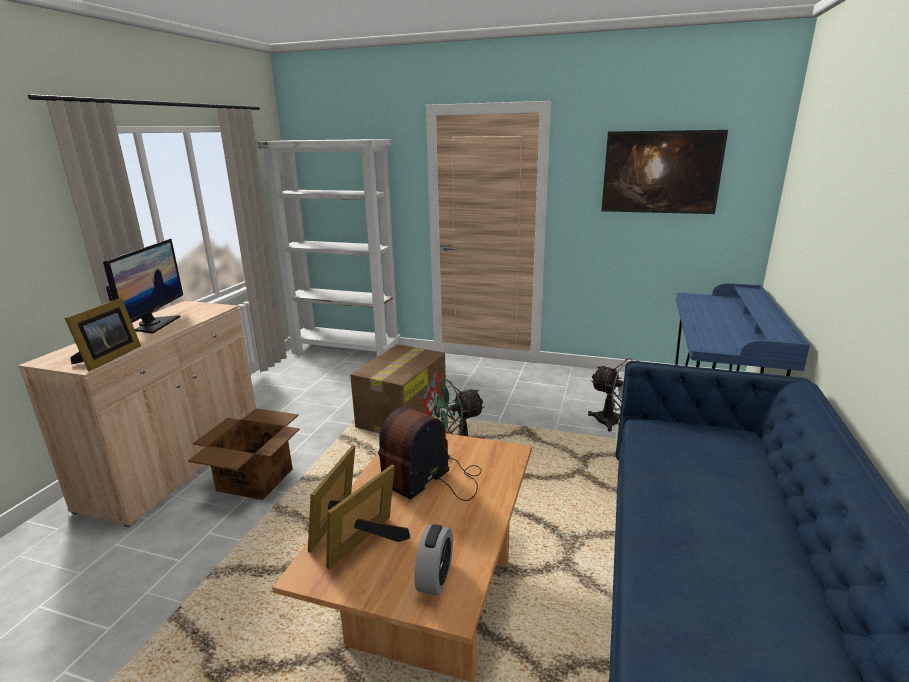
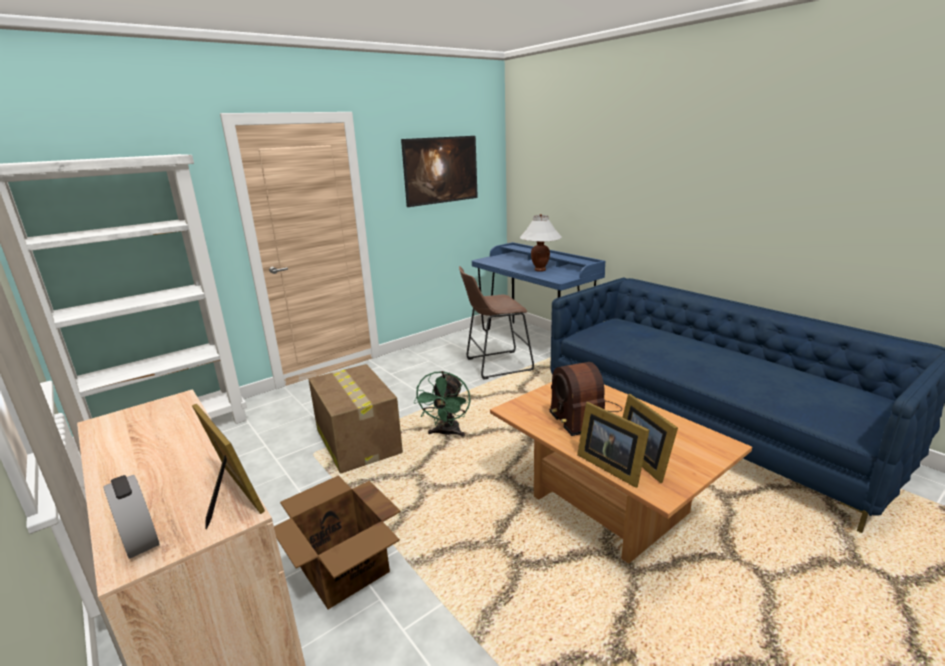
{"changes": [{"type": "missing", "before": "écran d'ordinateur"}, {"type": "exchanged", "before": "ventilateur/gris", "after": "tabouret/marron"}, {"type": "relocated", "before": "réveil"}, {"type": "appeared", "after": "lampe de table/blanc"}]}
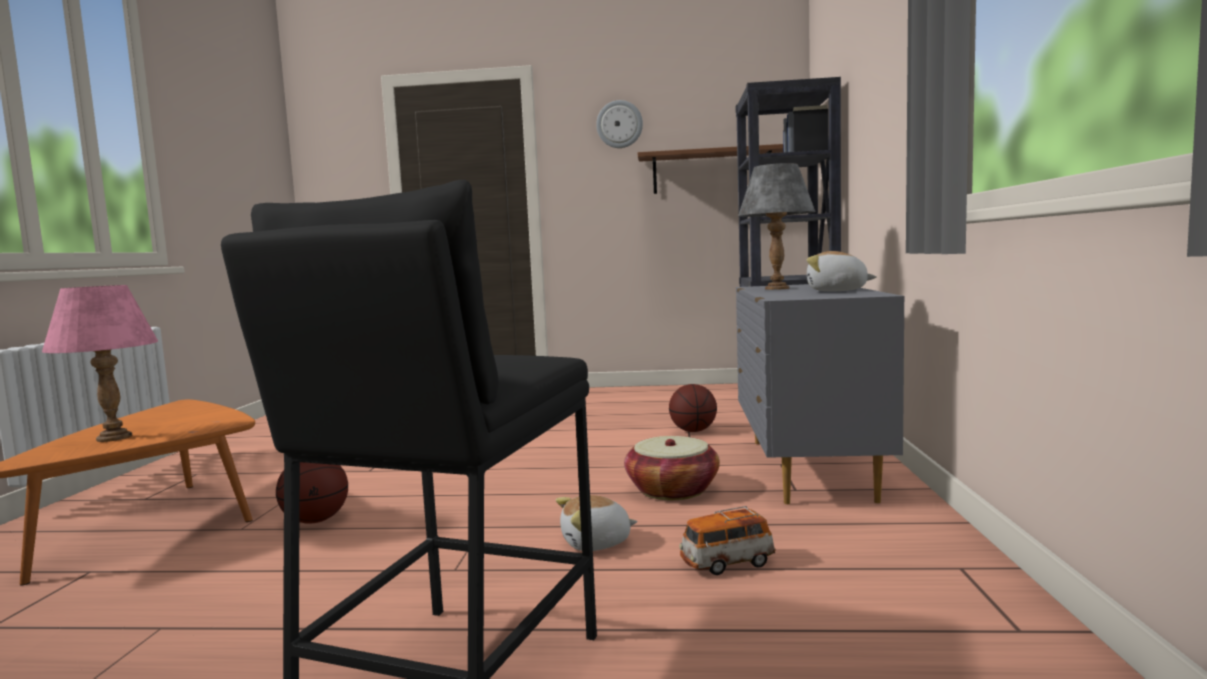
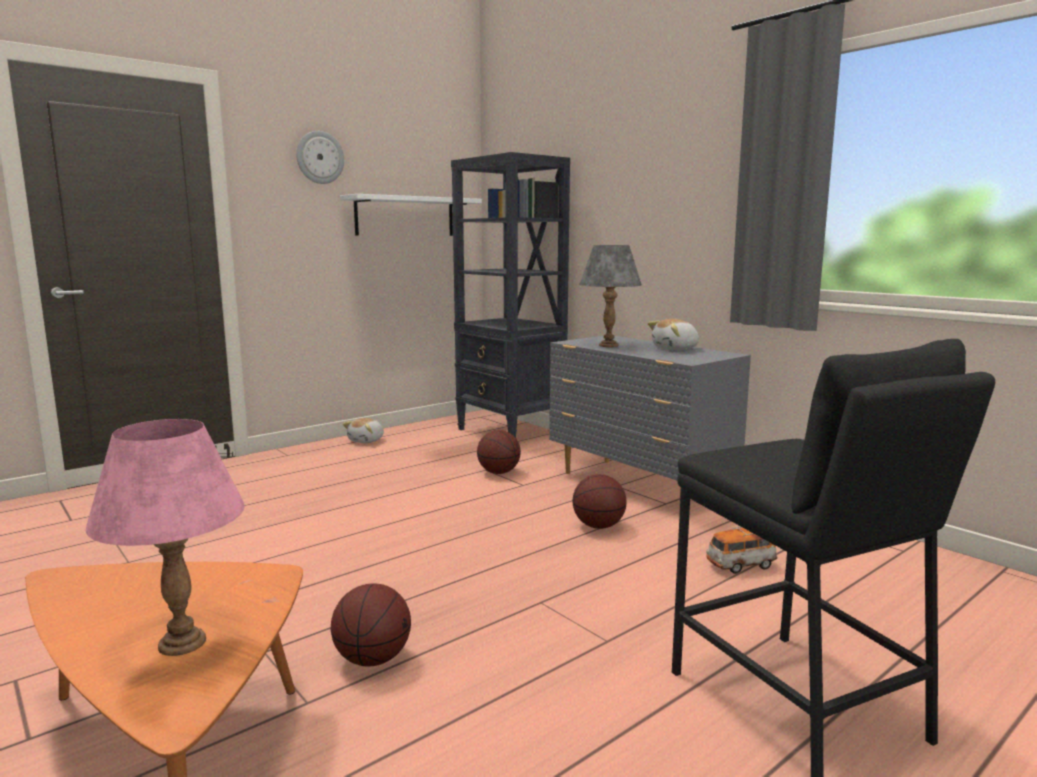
{"changes": [{"type": "colour", "before": "étagère/marron", "after": "étagère/blanc"}, {"type": "exchanged", "before": "panier", "after": "ballon de basket (no. 3 from left)"}, {"type": "relocated", "before": "peluche (no. 1 from left)"}, {"type": "spun", "before": "petite voiture", "turn": 45}]}
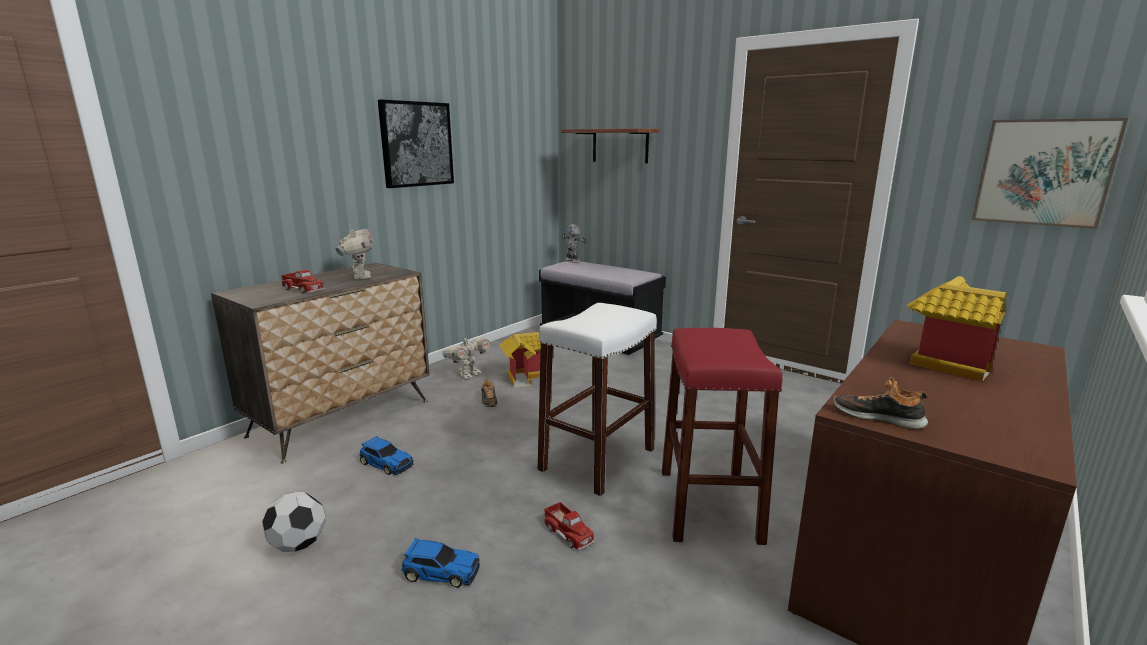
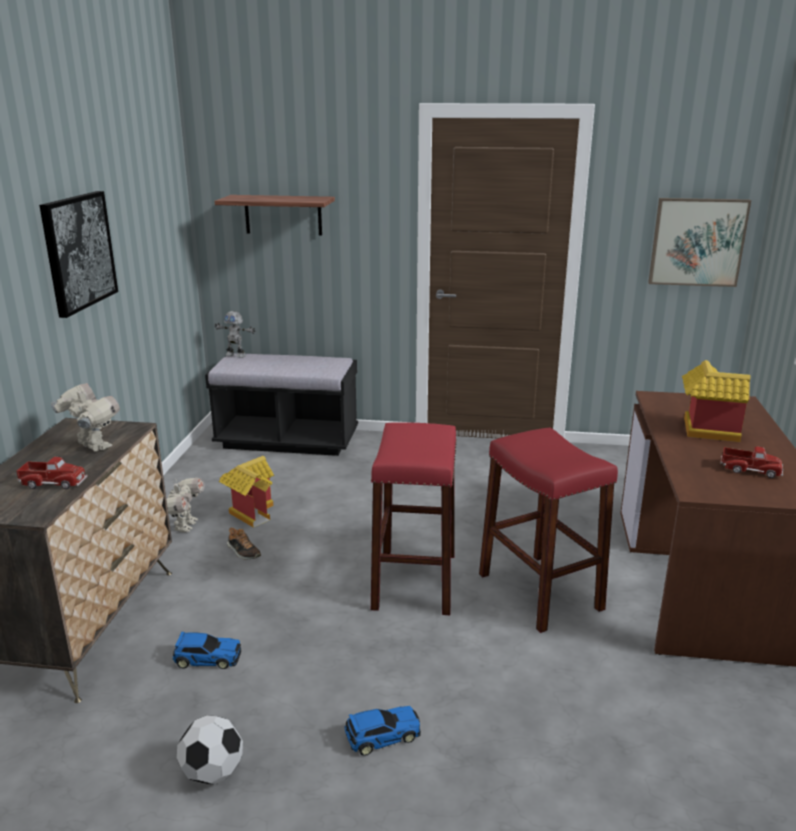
{"changes": [{"type": "colour", "before": "tabouret/blanc", "after": "tabouret/rouge (no. 1 from left)"}, {"type": "missing", "before": "chaussure (no. 2 from left)"}, {"type": "relocated", "before": "camion jouet (no. 2 from left)"}]}
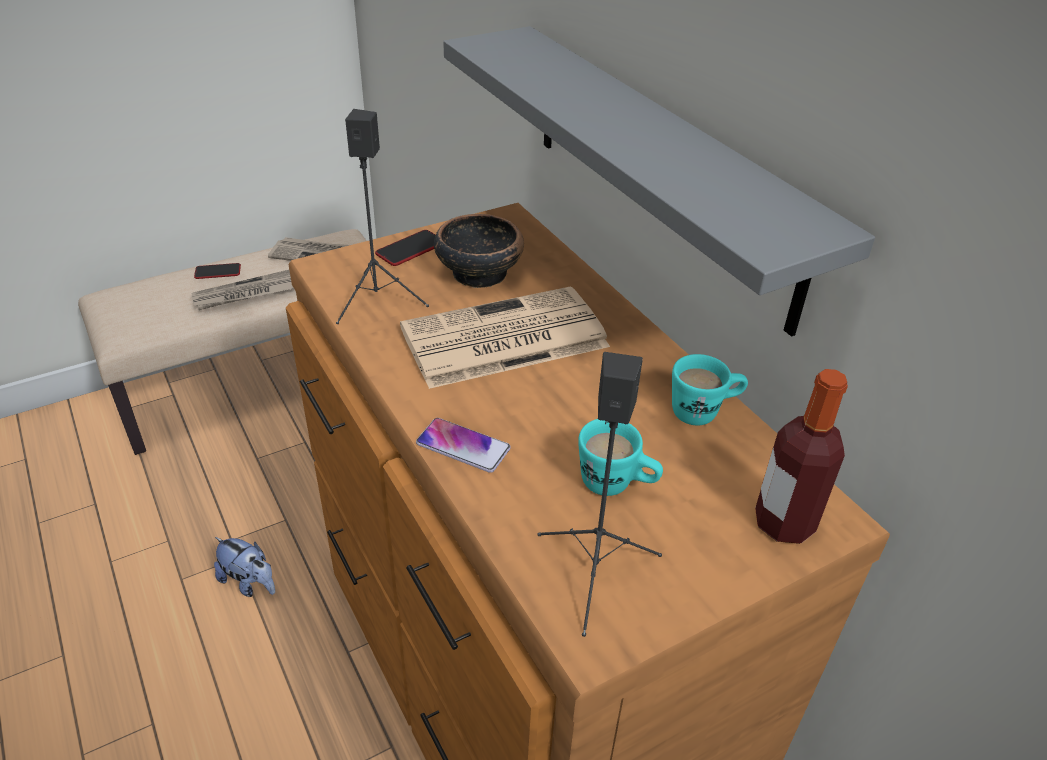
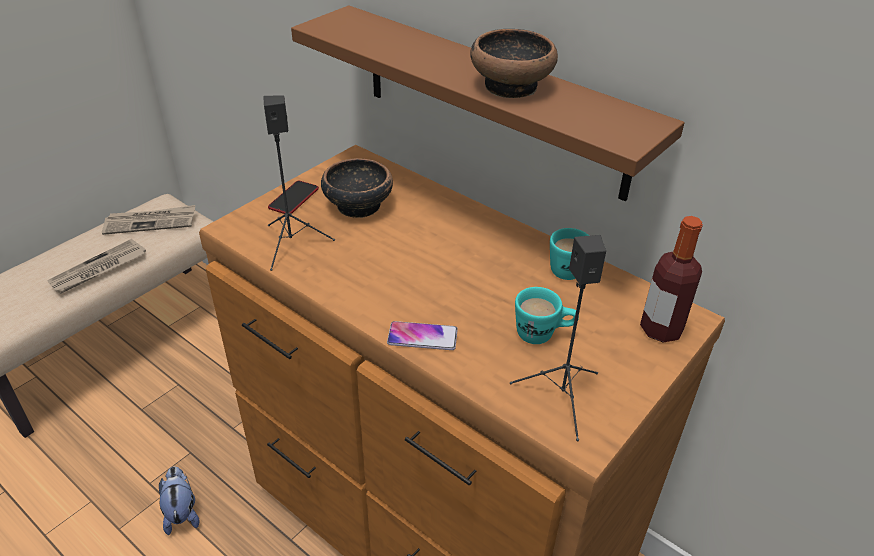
{"changes": [{"type": "colour", "before": "étagère/gris", "after": "étagère/marron"}, {"type": "missing", "before": "téléphone (no. 1 from left)"}, {"type": "missing", "before": "journal (no. 3 from left)"}, {"type": "spun", "before": "peluche", "turn": -120}, {"type": "appeared", "after": "bol (no. 2 from left)"}]}
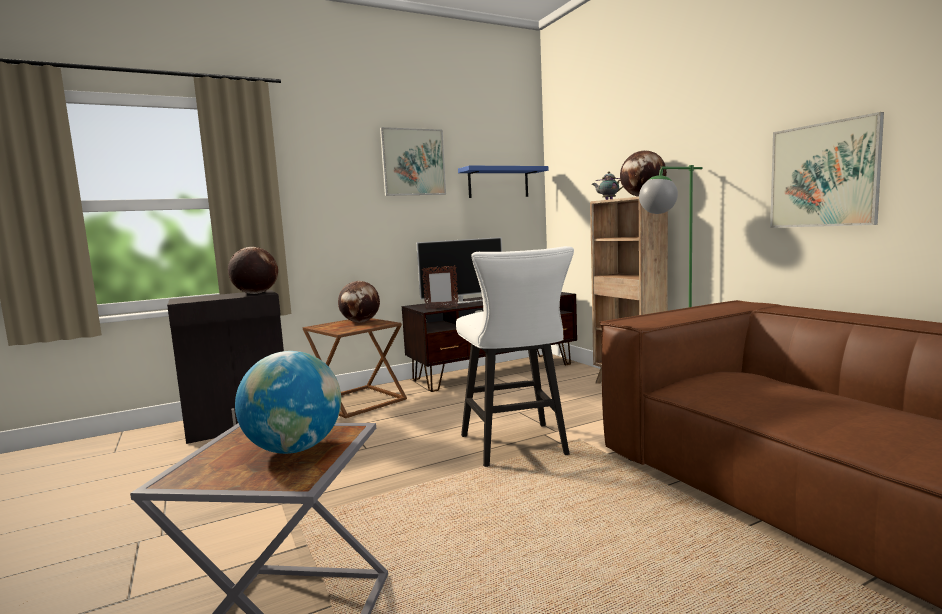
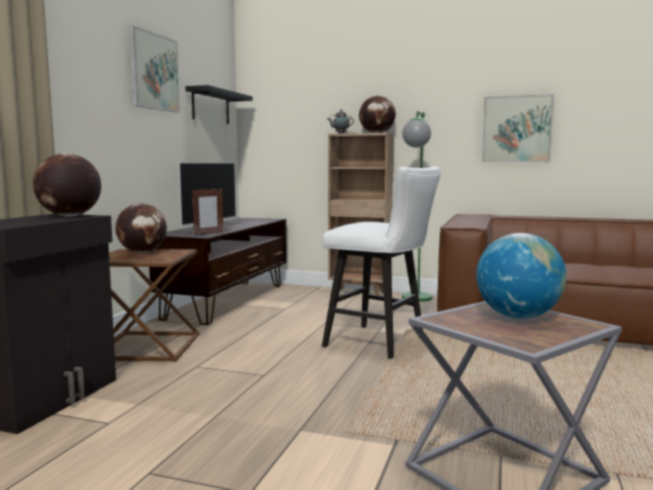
{"changes": [{"type": "colour", "before": "étagère/bleu", "after": "étagère/noir"}]}
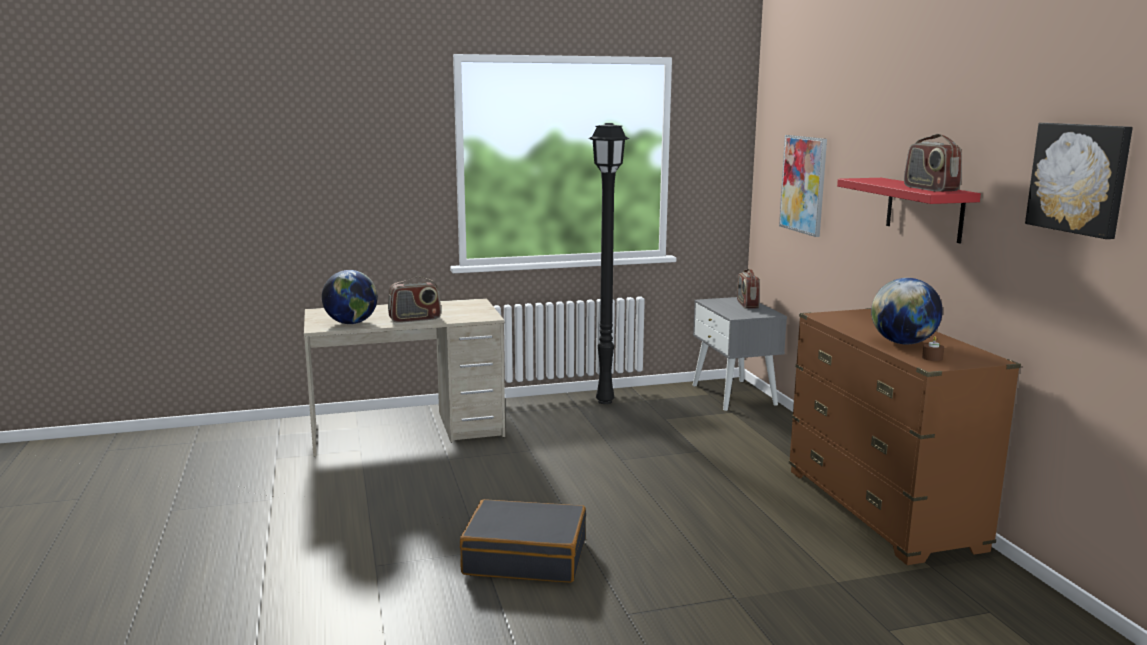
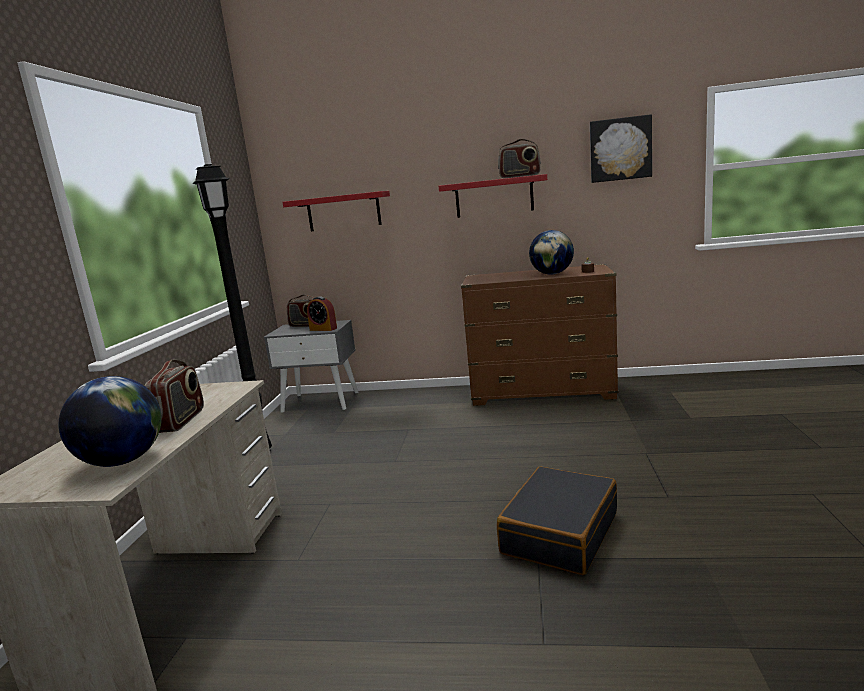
{"changes": [{"type": "exchanged", "before": "tableau (no. 1 from left)", "after": "étagère/rouge (no. 1 from left)"}, {"type": "appeared", "after": "réveil"}]}
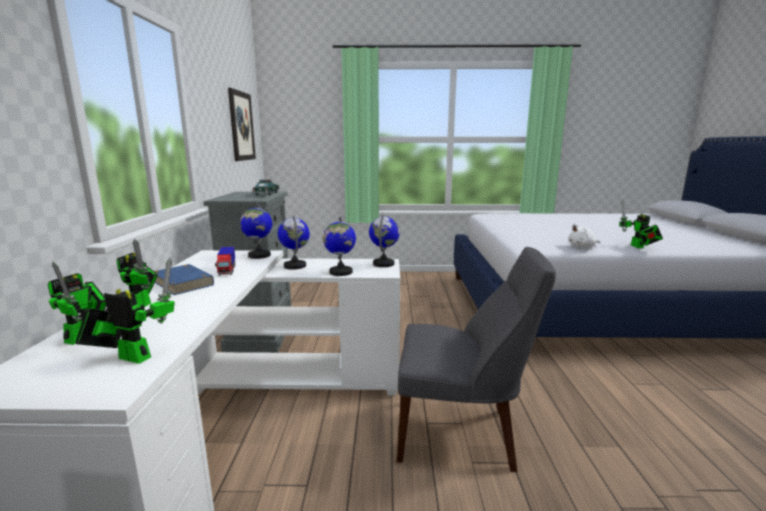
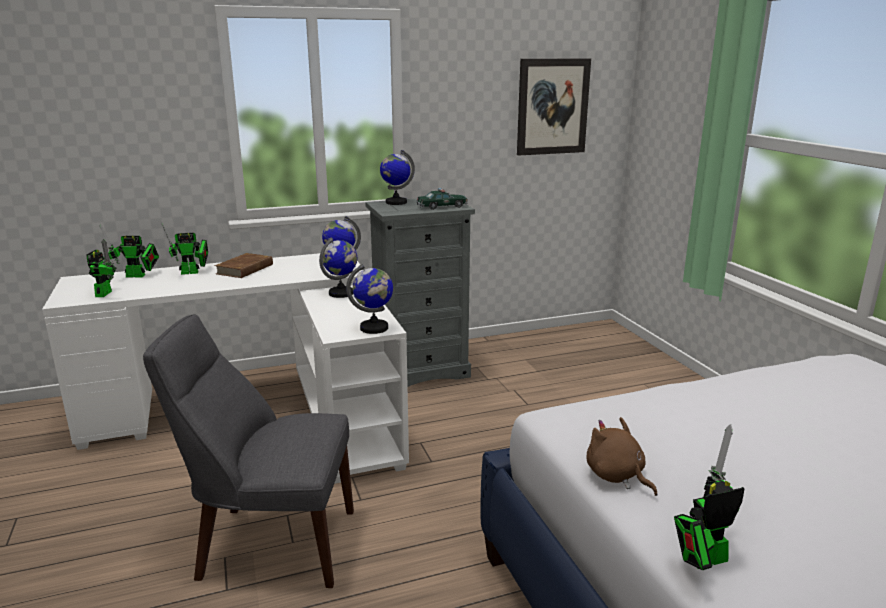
{"changes": [{"type": "relocated", "before": "globe (no. 3 from left in the first image)", "after": "globe (no. 4 from left)"}, {"type": "colour", "before": "peluche/blanc", "after": "peluche/marron"}, {"type": "missing", "before": "camion jouet"}, {"type": "spun", "before": "chaise/gris", "turn": 105}, {"type": "colour", "before": "livre/bleu", "after": "livre/marron"}]}
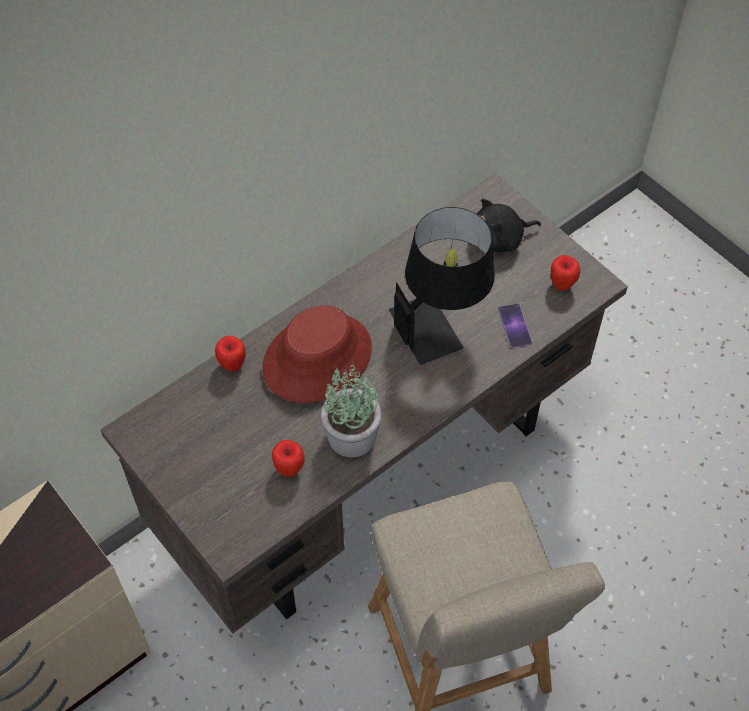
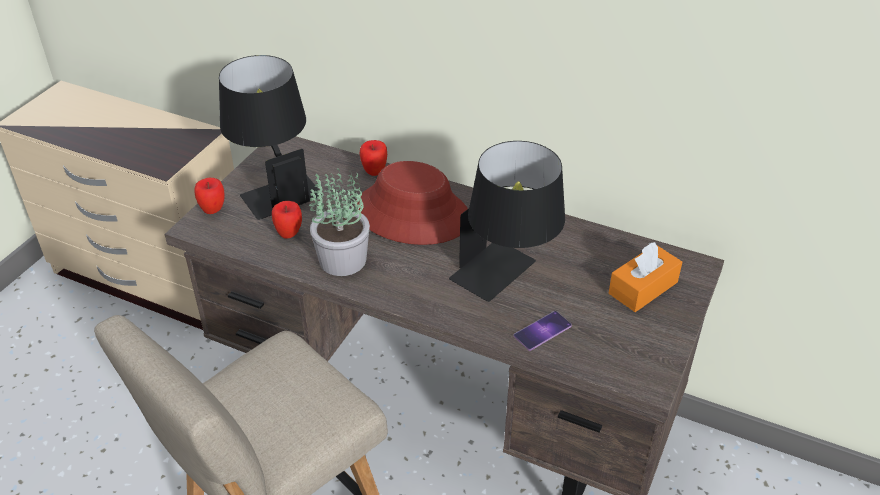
{"changes": [{"type": "exchanged", "before": "peluche/noir", "after": "boîte à mouchoirs/orange"}, {"type": "relocated", "before": "pomme (no. 3 from left in the first image)", "after": "pomme (no. 1 from left)"}, {"type": "appeared", "after": "lampe de table/noir (no. 1 from left)"}]}
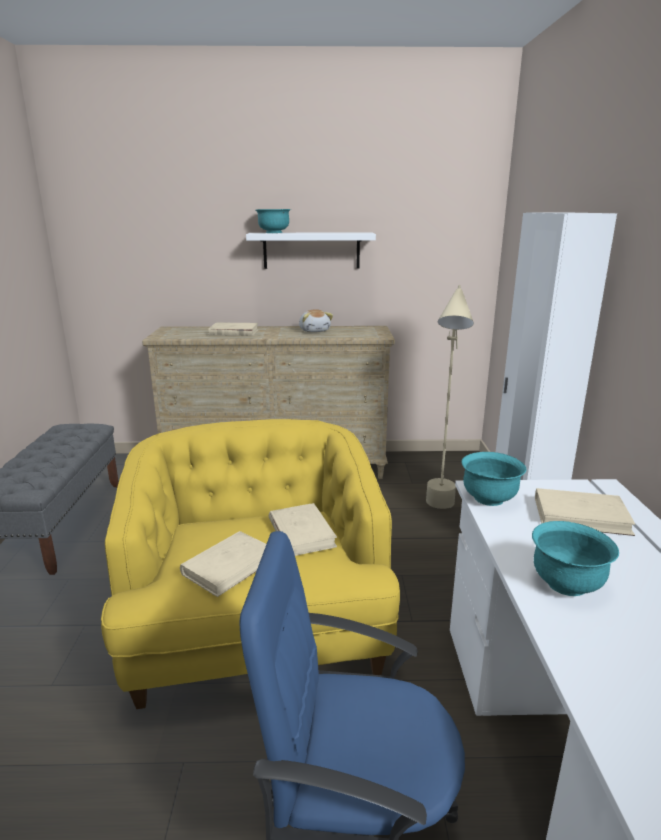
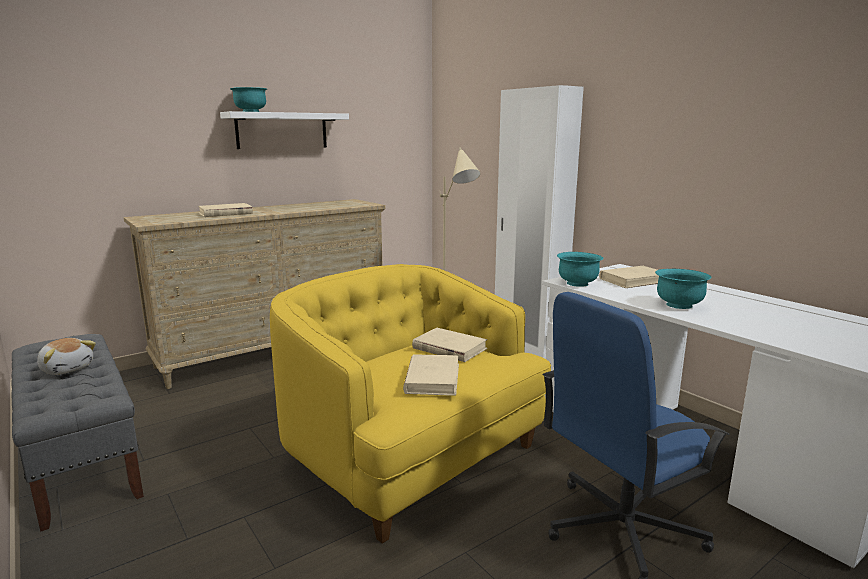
{"changes": [{"type": "relocated", "before": "peluche"}]}
